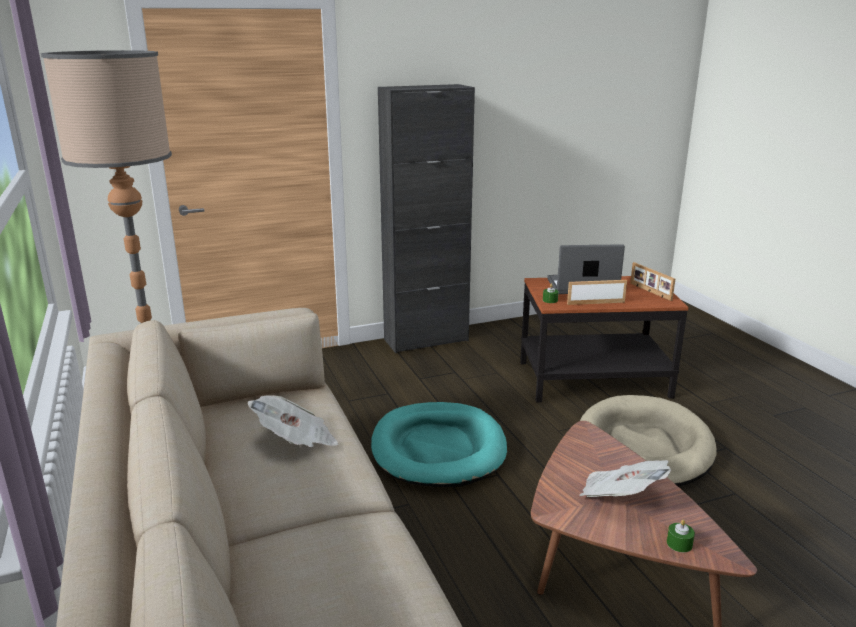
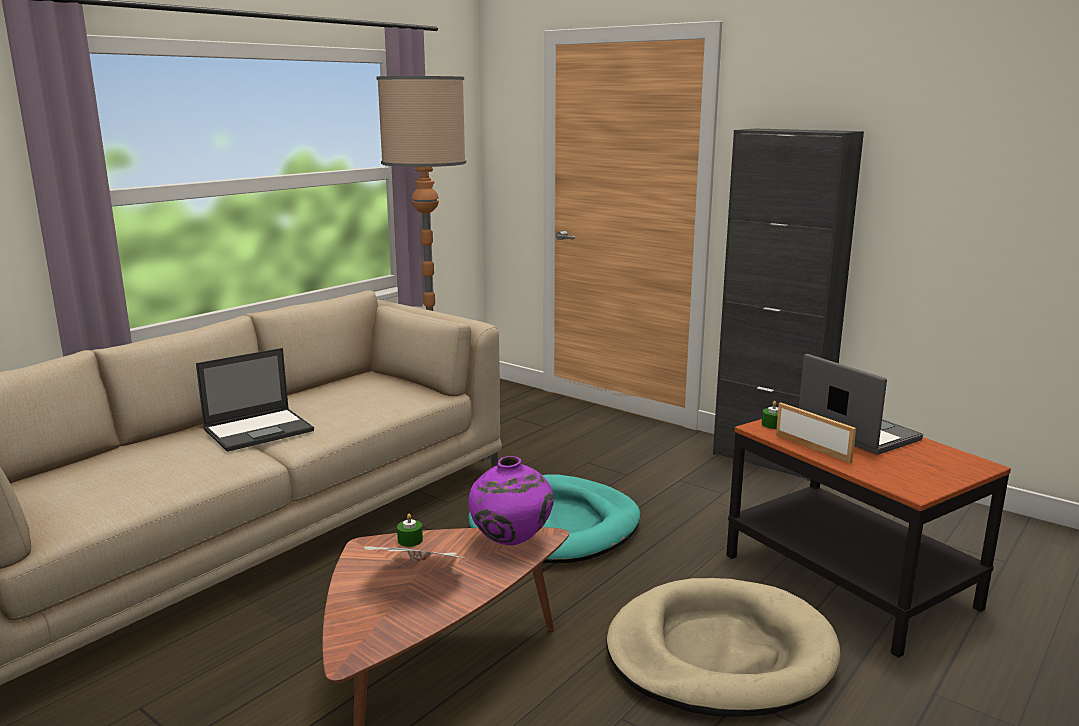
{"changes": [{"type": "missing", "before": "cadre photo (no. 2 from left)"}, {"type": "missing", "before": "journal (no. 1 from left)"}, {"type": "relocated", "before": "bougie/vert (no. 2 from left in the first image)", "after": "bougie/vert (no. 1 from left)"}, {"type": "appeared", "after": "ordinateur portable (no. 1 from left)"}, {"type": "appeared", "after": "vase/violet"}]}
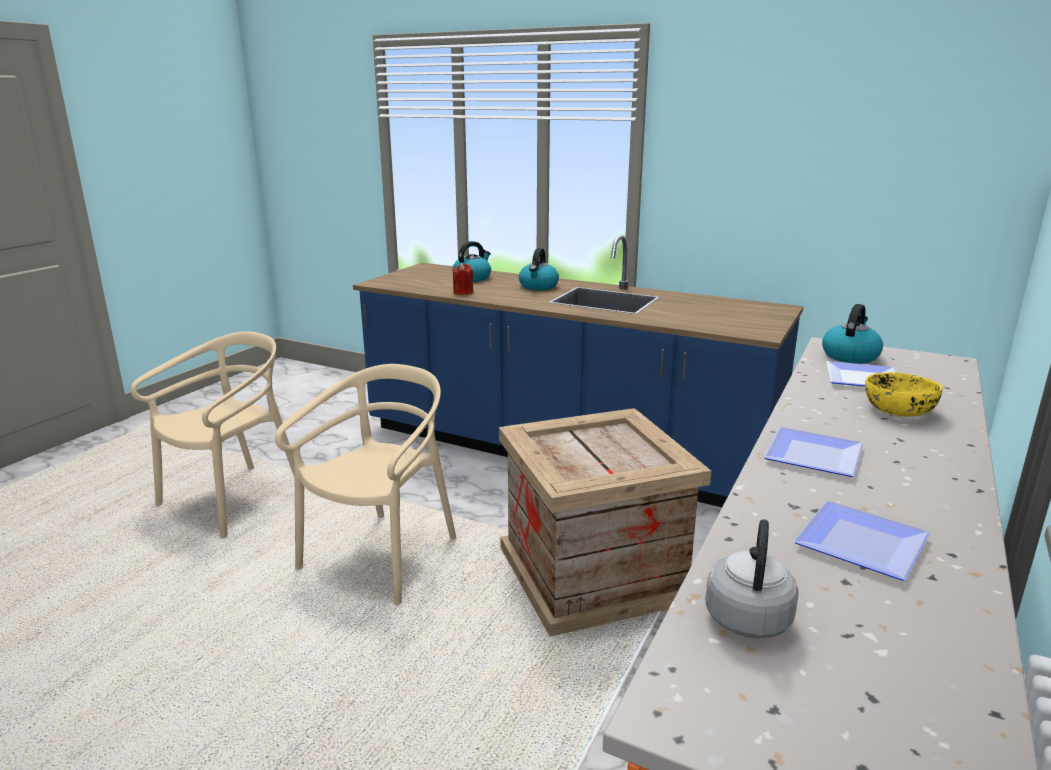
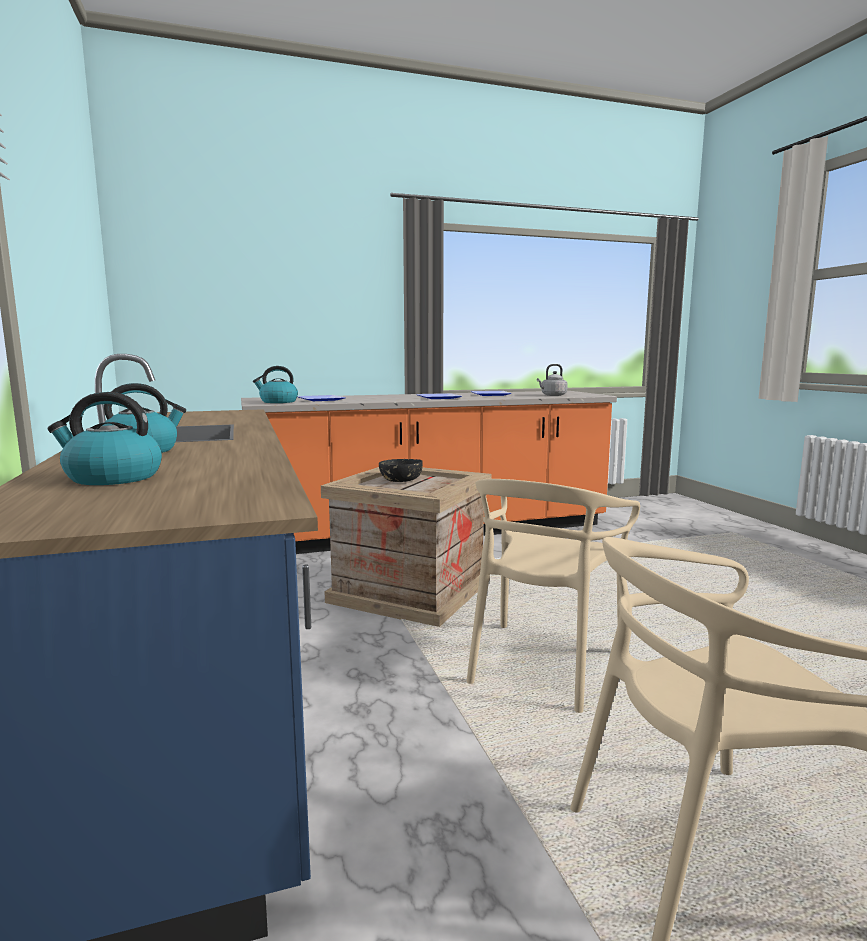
{"changes": [{"type": "missing", "before": "bougie/rouge"}, {"type": "spun", "before": "chaise/beige (no. 2 from left in the first image)", "turn": -45}, {"type": "missing", "before": "bol/jaune"}, {"type": "appeared", "after": "bol/noir"}]}
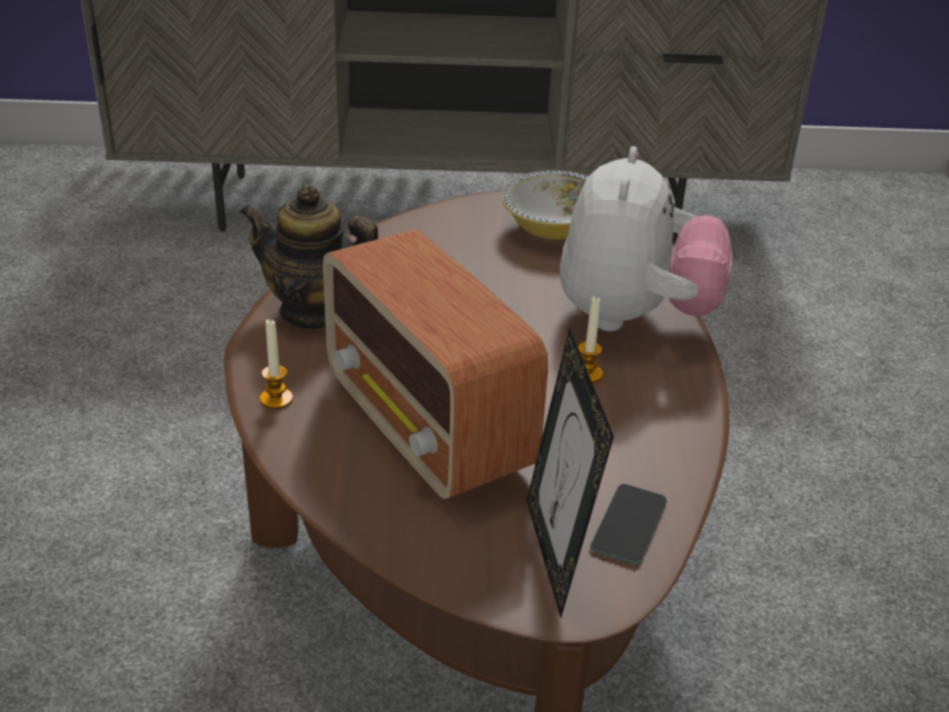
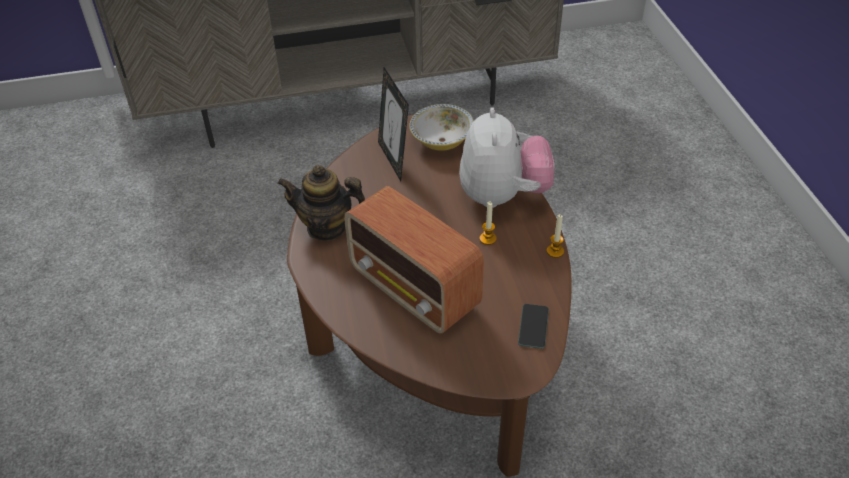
{"changes": [{"type": "relocated", "before": "bougie (no. 1 from left in the first image)", "after": "bougie (no. 2 from left)"}, {"type": "relocated", "before": "cadre photo"}]}
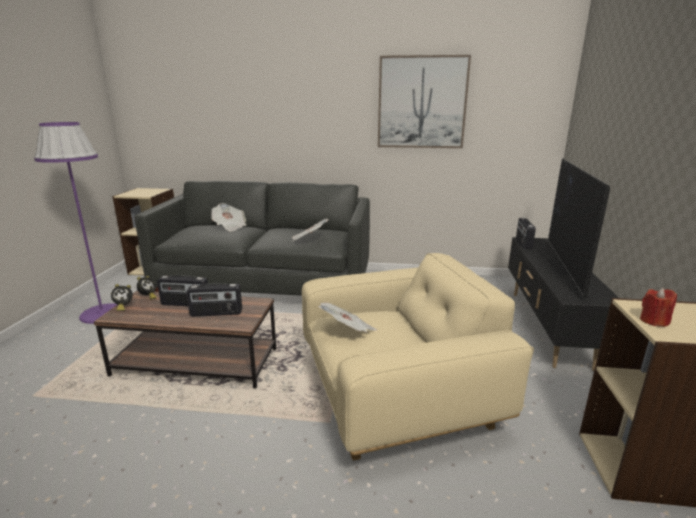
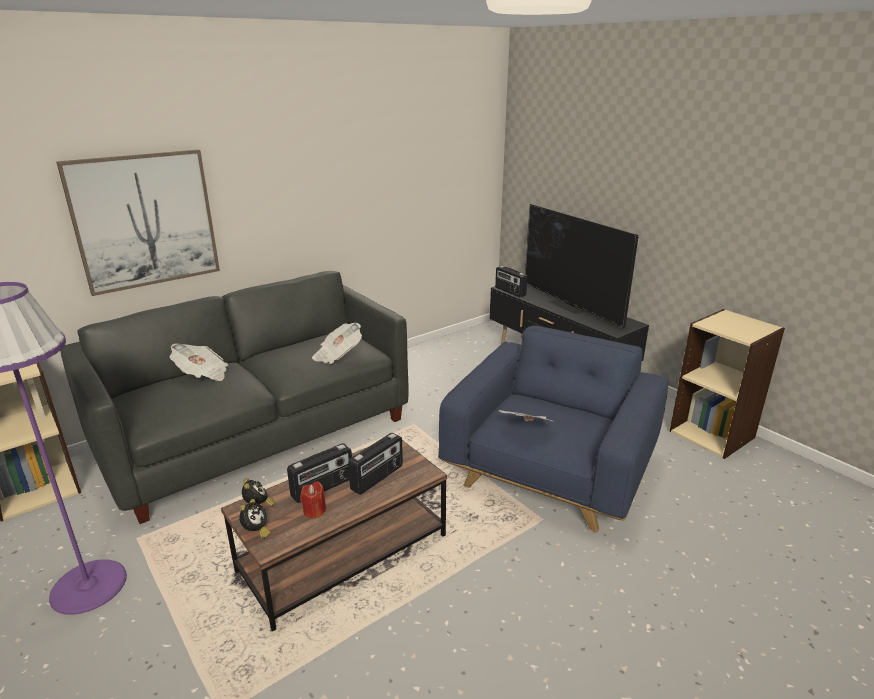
{"changes": [{"type": "relocated", "before": "tableau"}, {"type": "colour", "before": "fauteuil/beige", "after": "fauteuil/bleu"}, {"type": "relocated", "before": "bougie/rouge"}]}
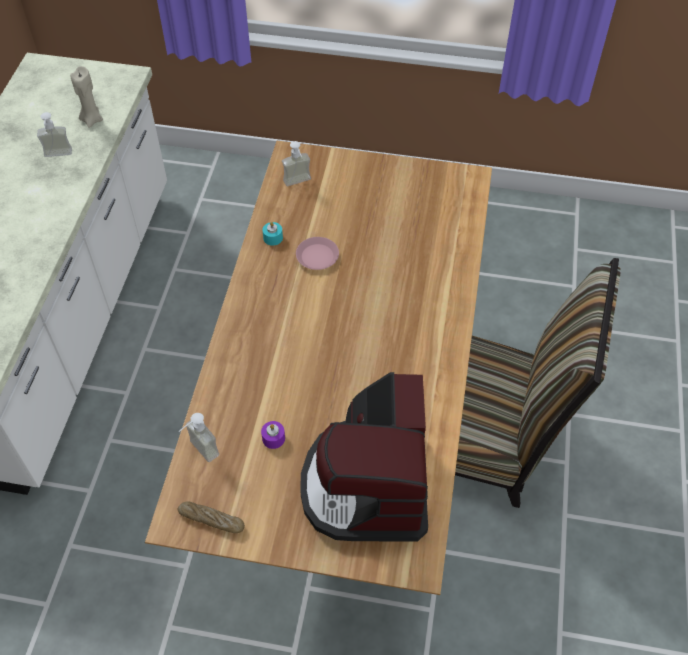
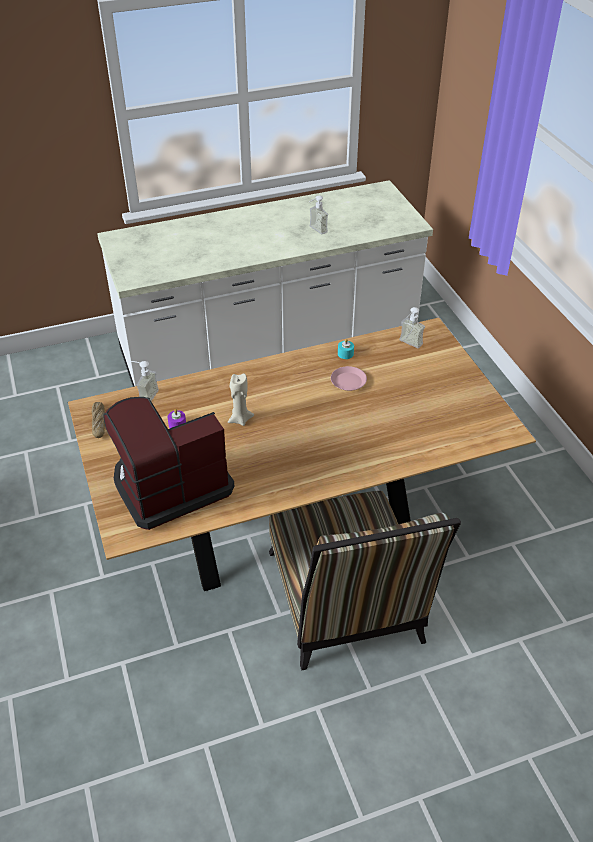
{"changes": [{"type": "relocated", "before": "bougie/beige"}]}
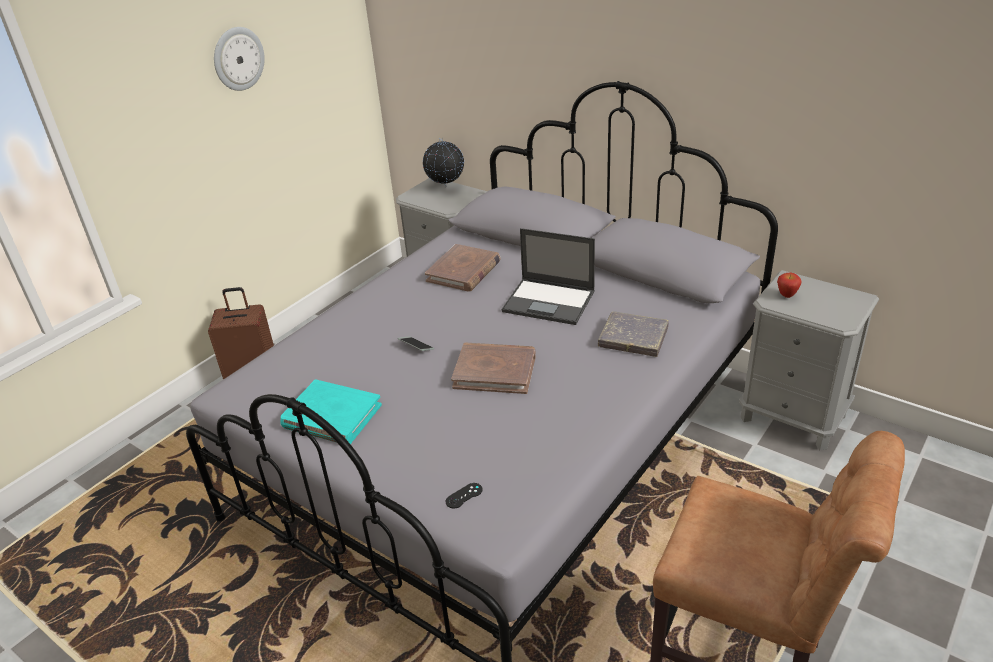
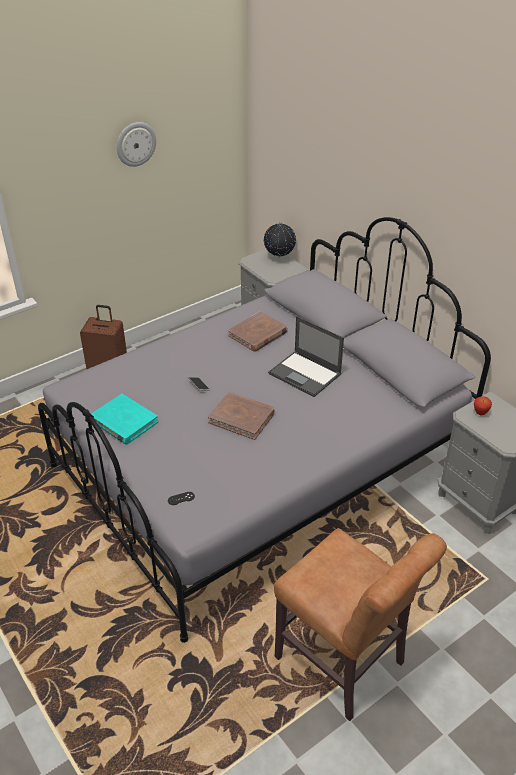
{"changes": [{"type": "missing", "before": "livre/gris"}]}
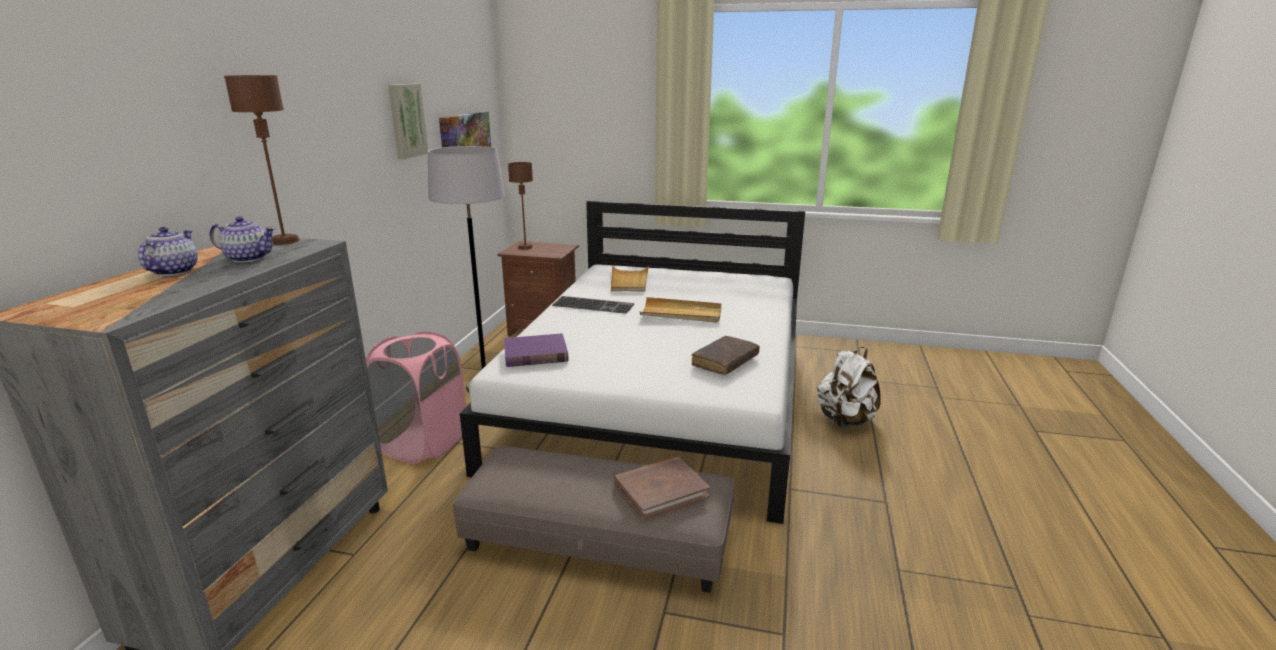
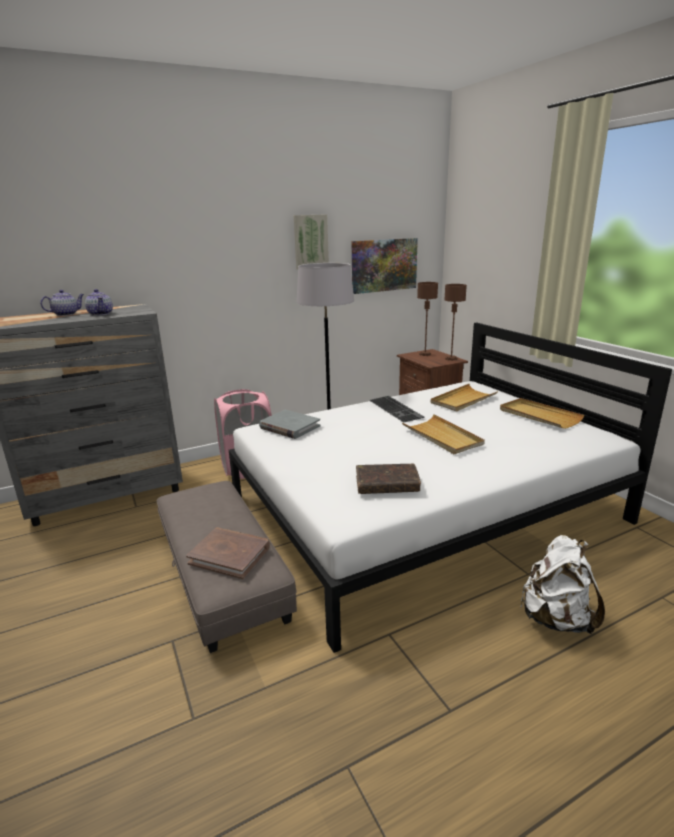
{"changes": [{"type": "relocated", "before": "lampe de table/marron (no. 1 from left in the first image)", "after": "lampe de table/marron (no. 2 from left)"}, {"type": "colour", "before": "livre/violet", "after": "livre/gris"}, {"type": "appeared", "after": "plateau/beige (no. 3 from left)"}]}
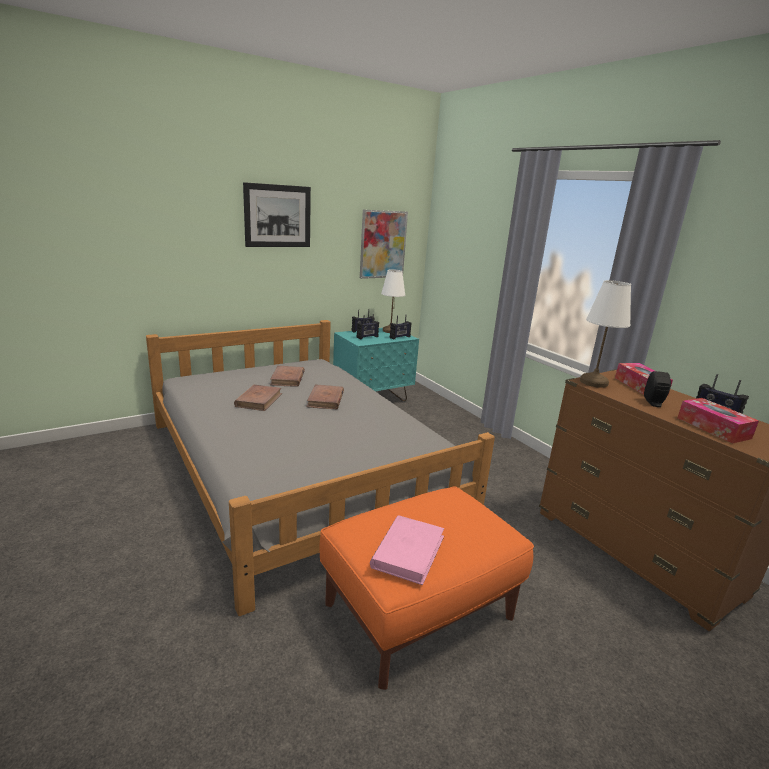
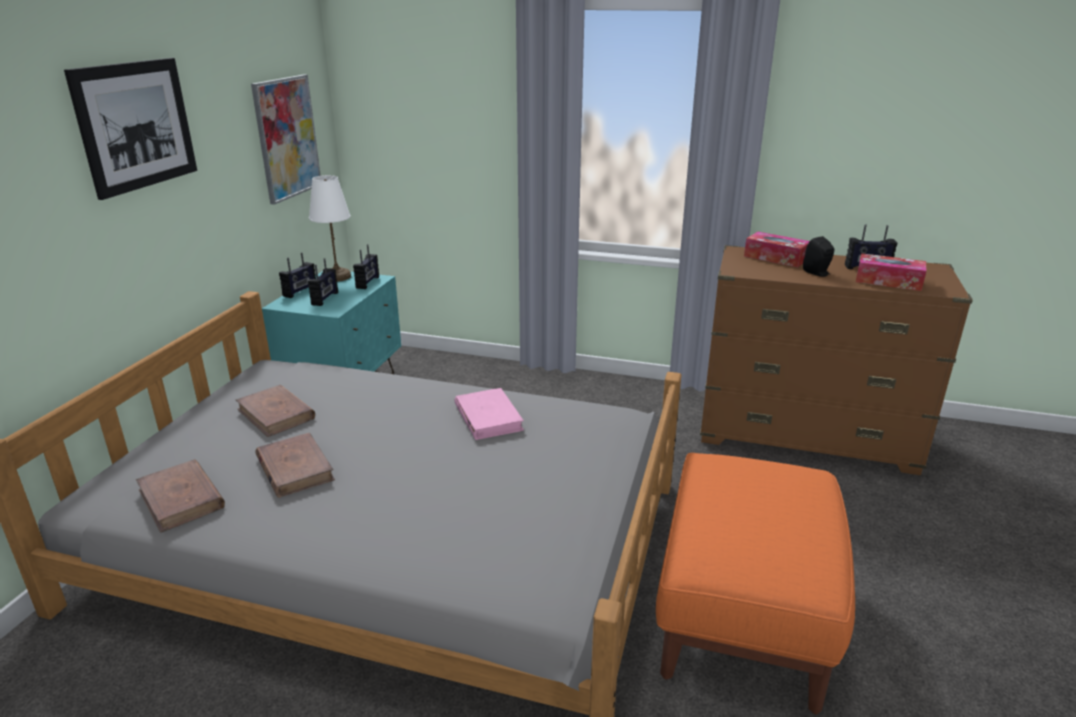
{"changes": [{"type": "missing", "before": "lampe de table/blanc (no. 2 from left)"}, {"type": "relocated", "before": "livre/marron (no. 3 from left in the first image)", "after": "livre/marron (no. 1 from left)"}, {"type": "relocated", "before": "livre/rose"}]}
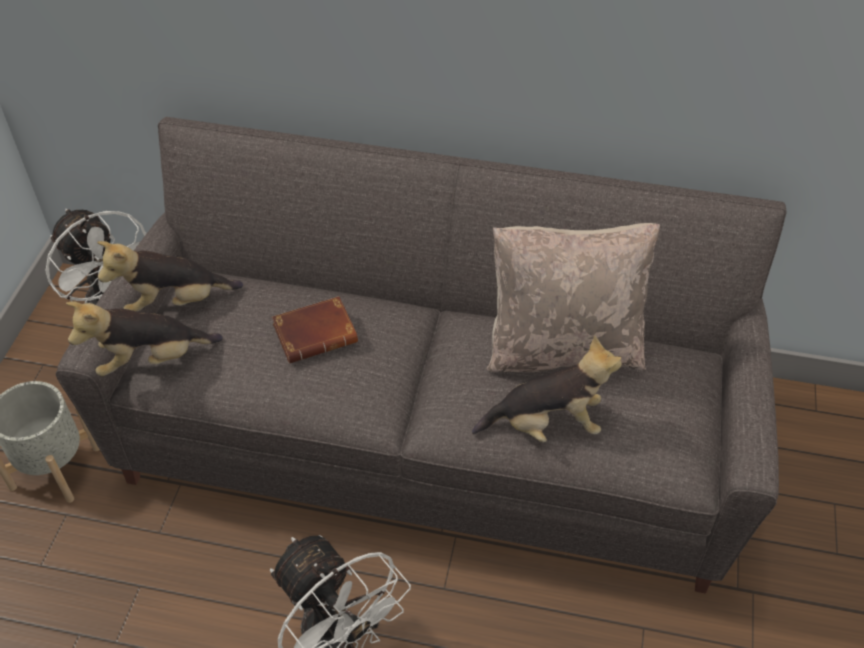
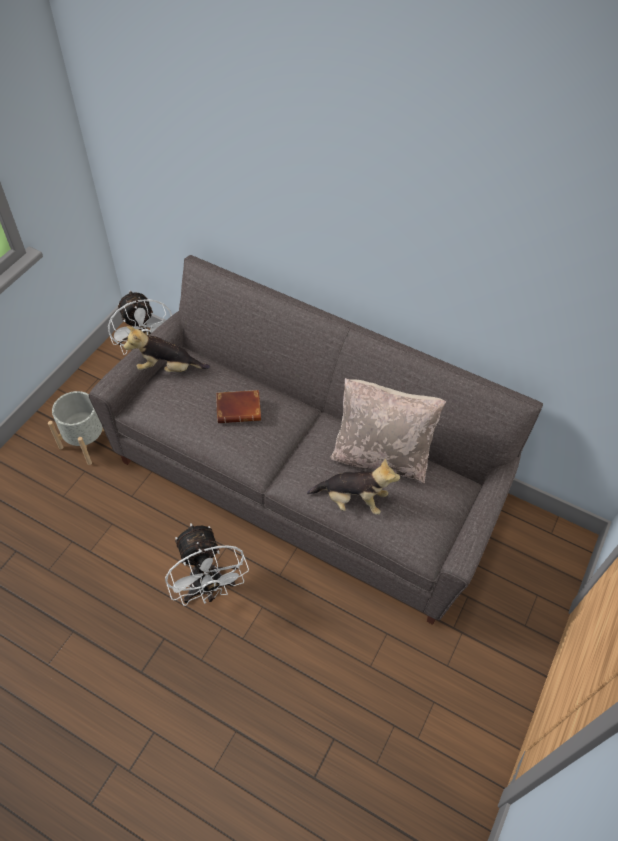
{"changes": [{"type": "missing", "before": "peluche (no. 1 from left)"}]}
